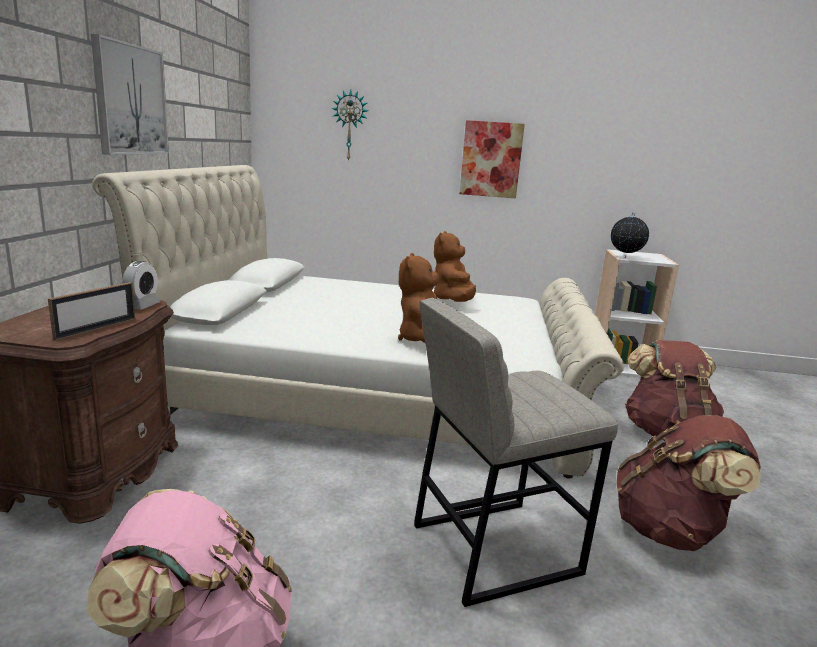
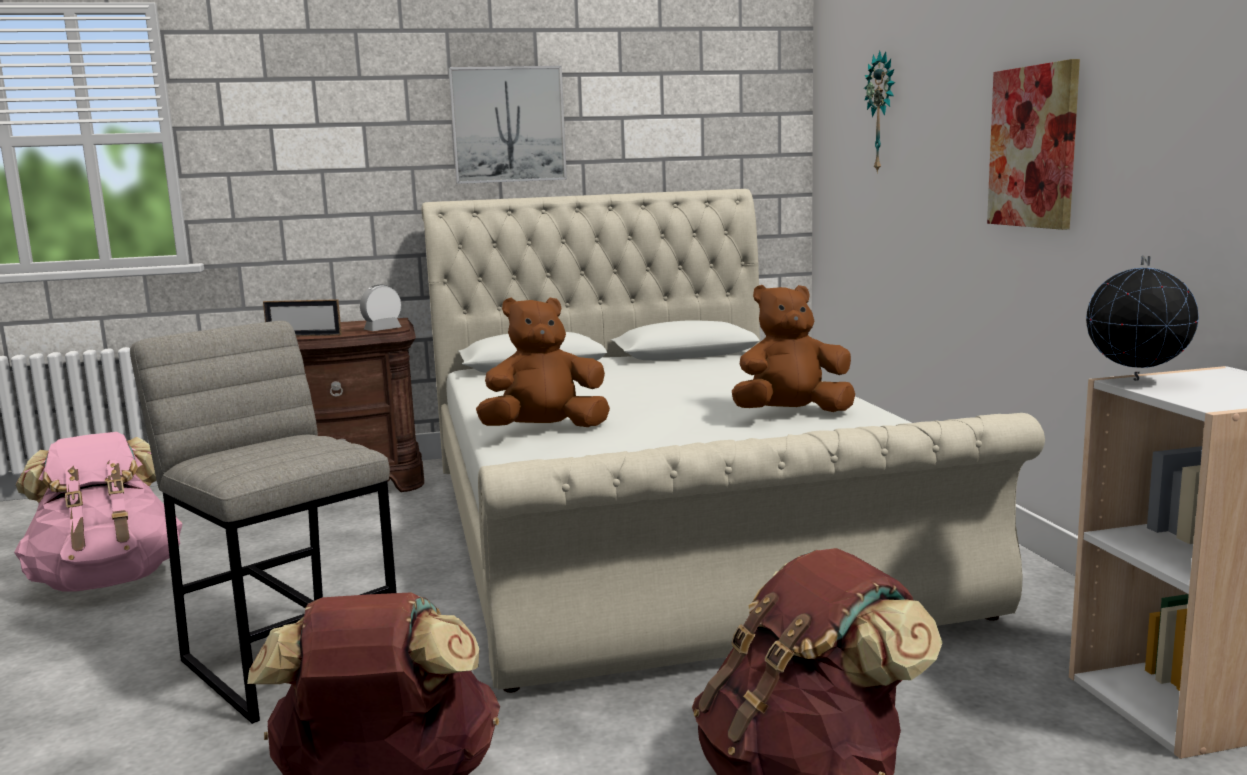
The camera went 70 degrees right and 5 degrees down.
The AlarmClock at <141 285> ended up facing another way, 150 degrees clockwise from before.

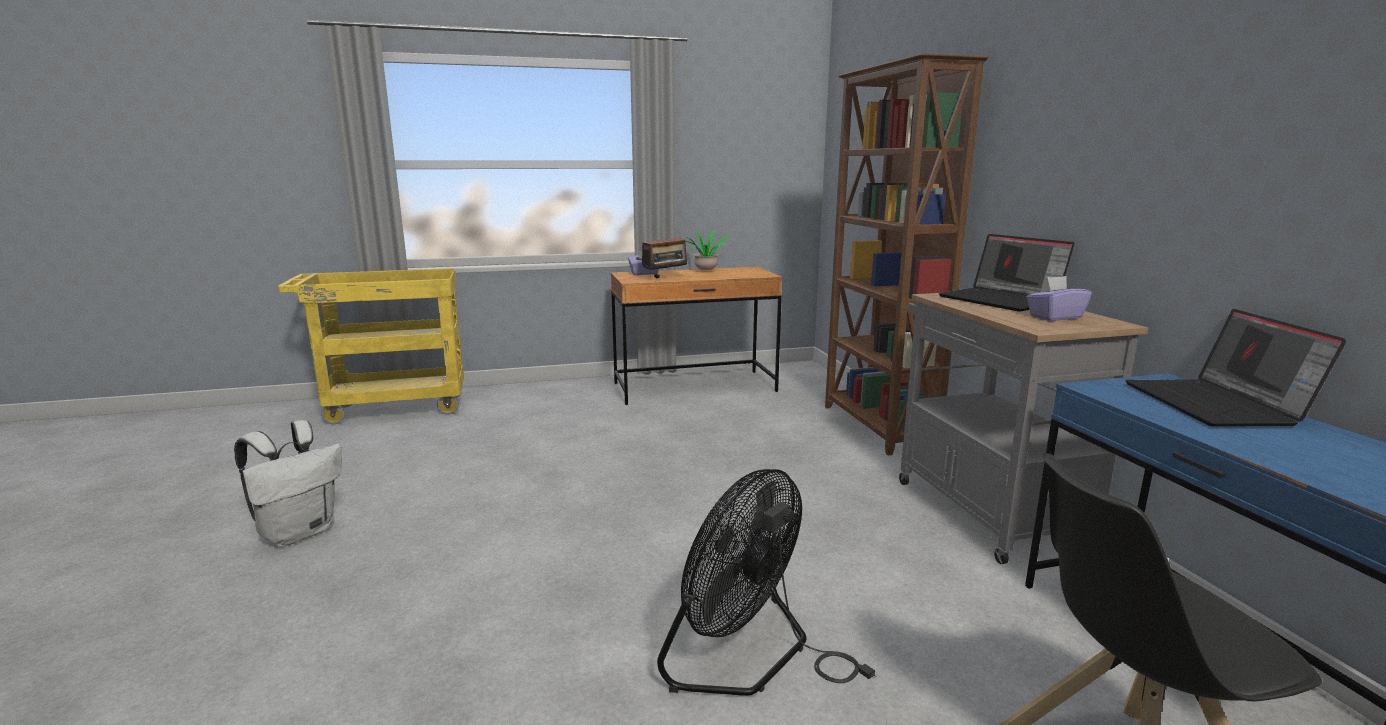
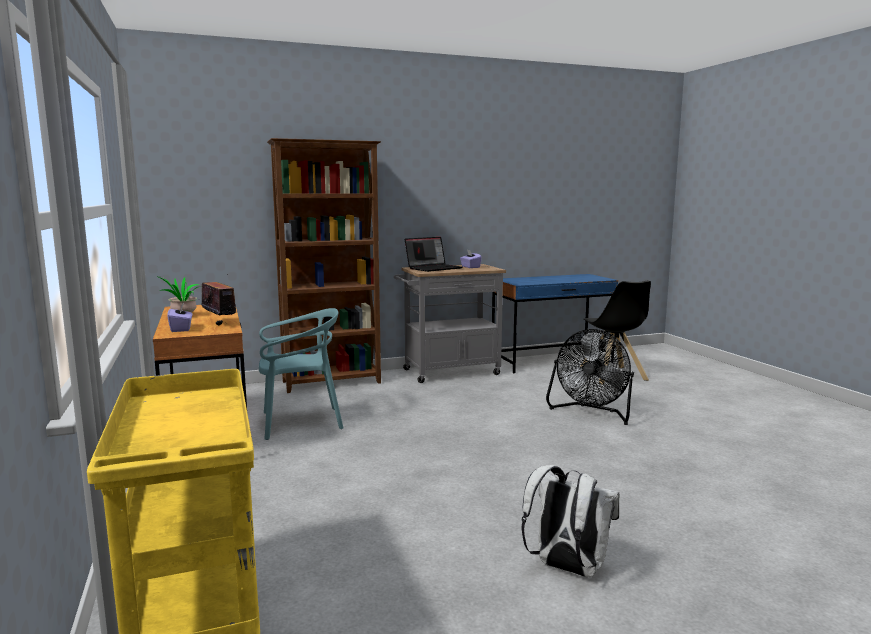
The camera went 95 degrees left and 5 degrees down.
The second view lost the Laptop at <1235 368>.
The second view gained the TurquoiseChair at <301 374>.

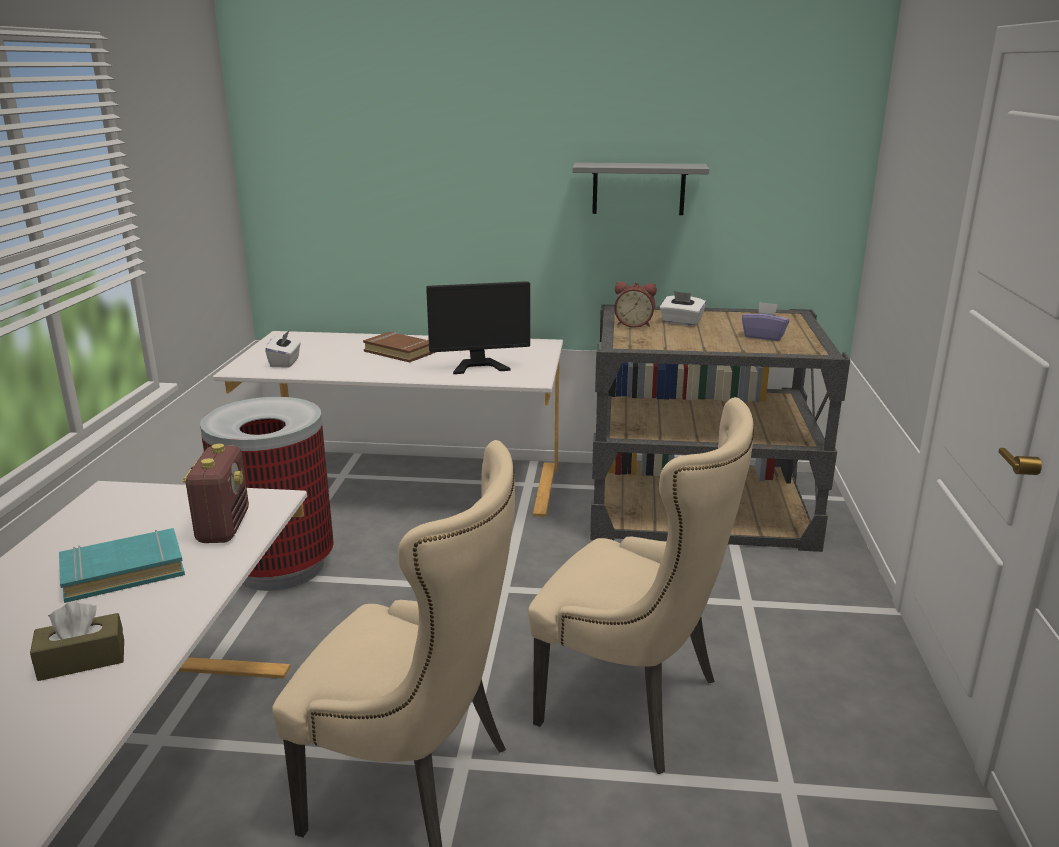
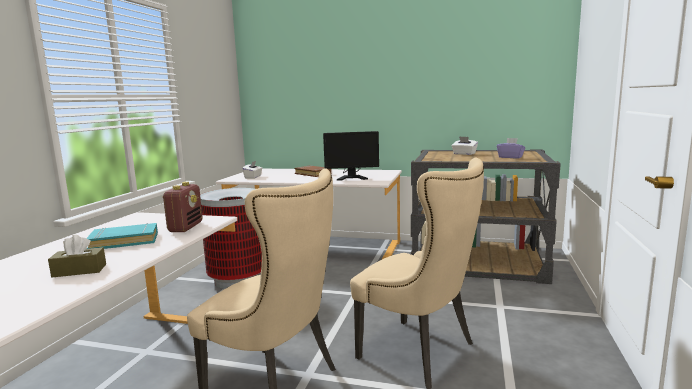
The camera went 10 degrees right and 10 degrees down.
The second view lost the GreyShelf at <640 188>.
The second view lost the AlarmClock at <635 305>.

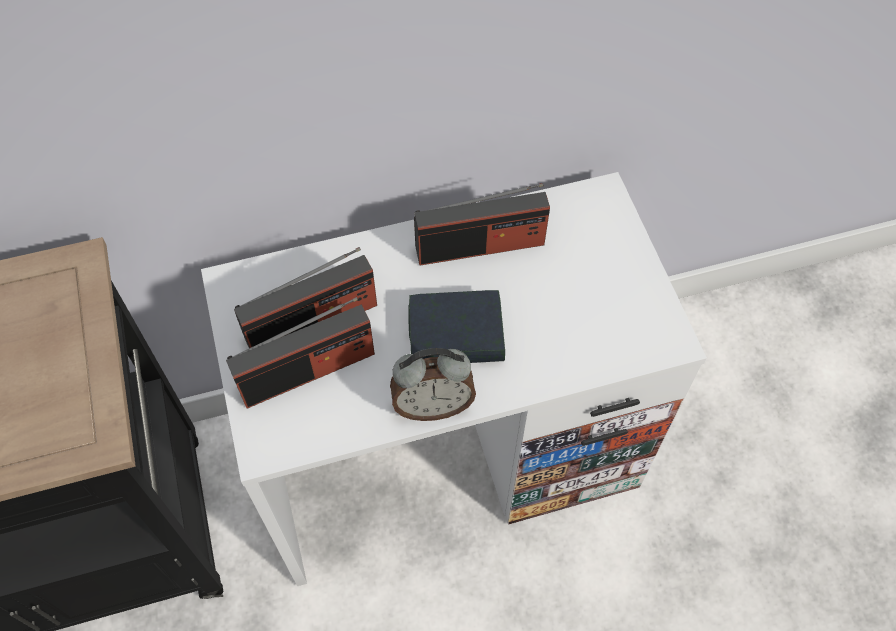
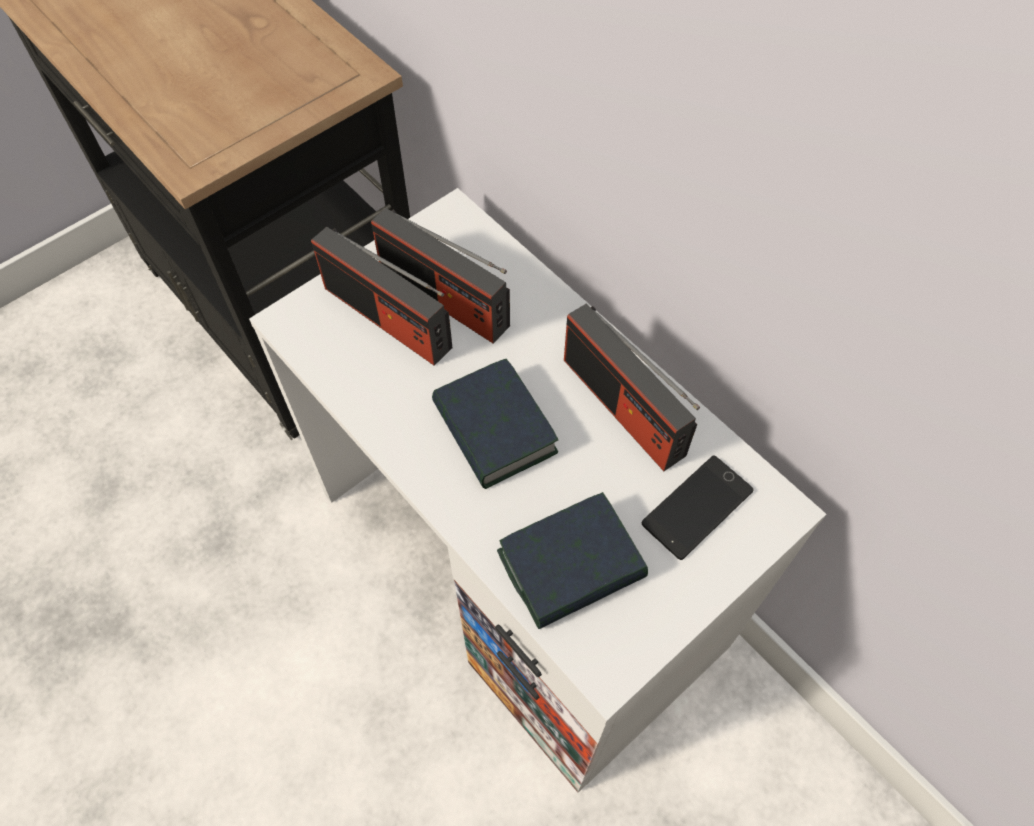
The camera went 65 degrees right and 0 degrees up.
The second view lost the AlarmClock at <433 384>.
The second view gained the Volume at <572 560>.
The second view gained the Phone at <698 507>.

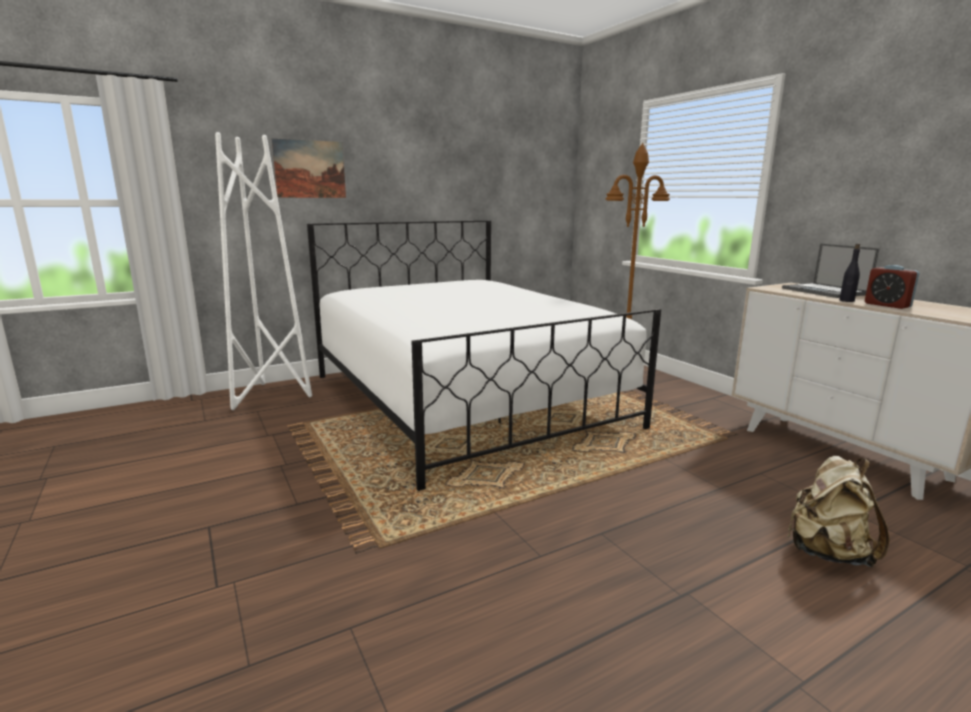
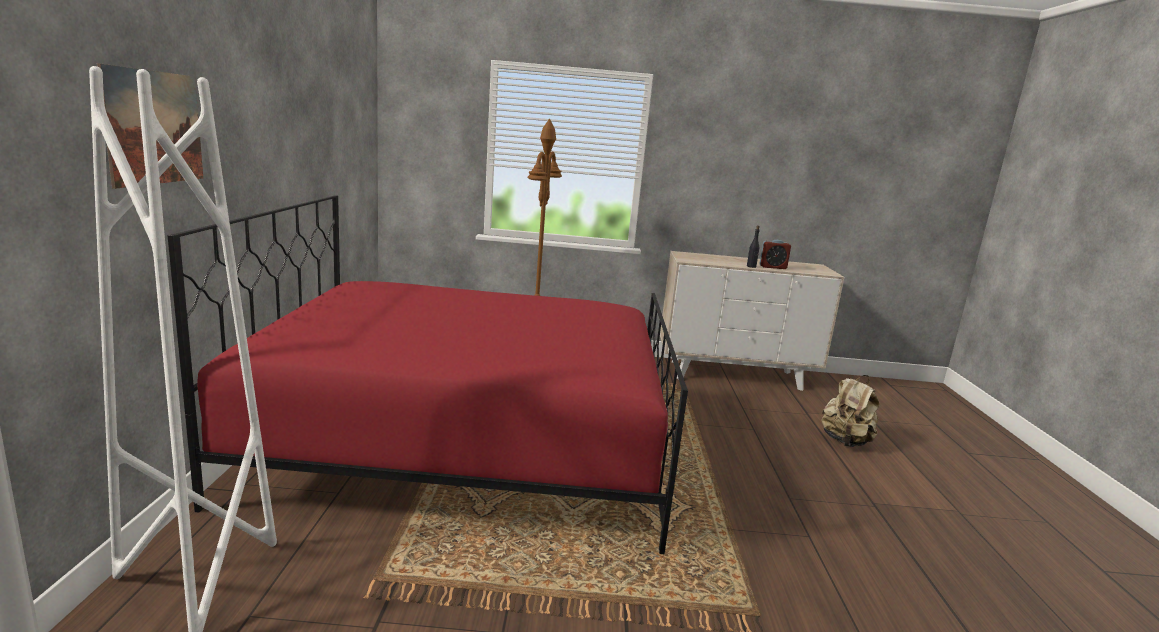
The camera went 60 degrees left and 0 degrees up.
What was the WhiteColouredBed at <484 355> turned into the RedColouredBed at <428 374>.
The second view lost the Laptop at <831 270>.

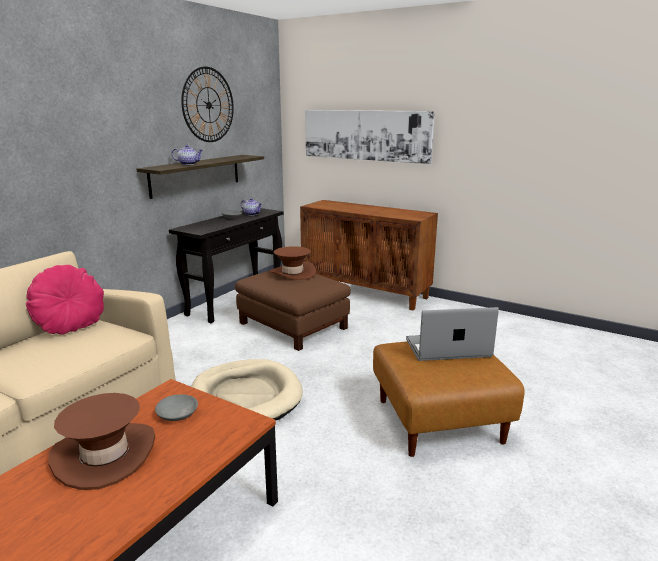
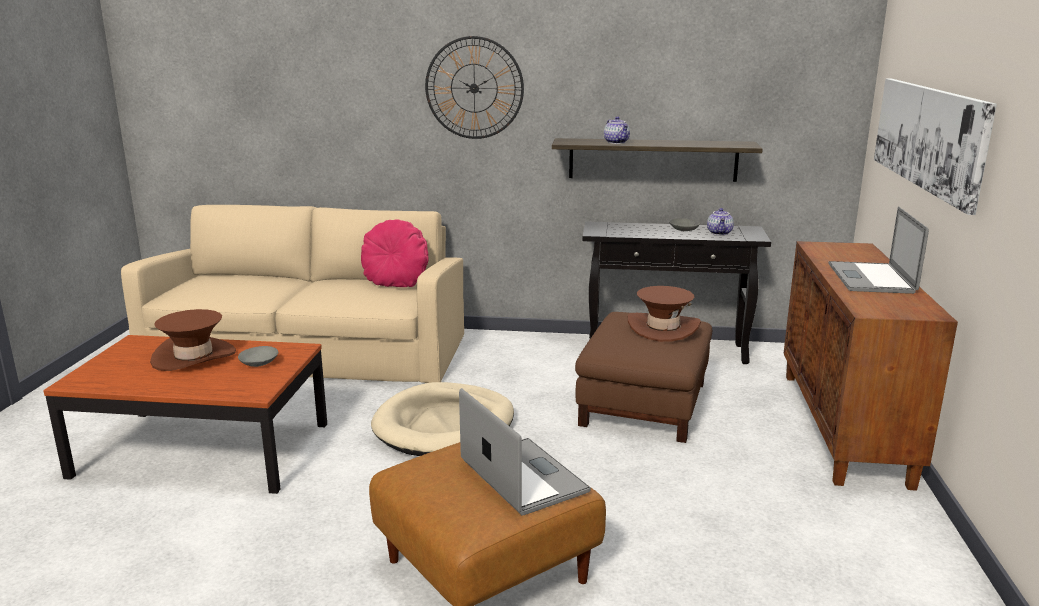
The camera went 65 degrees right and 0 degrees up.
The WallClock ended up elsewhere, having gone from <207 104> to <474 87>.
The second view gained the Laptop at <878 250>.

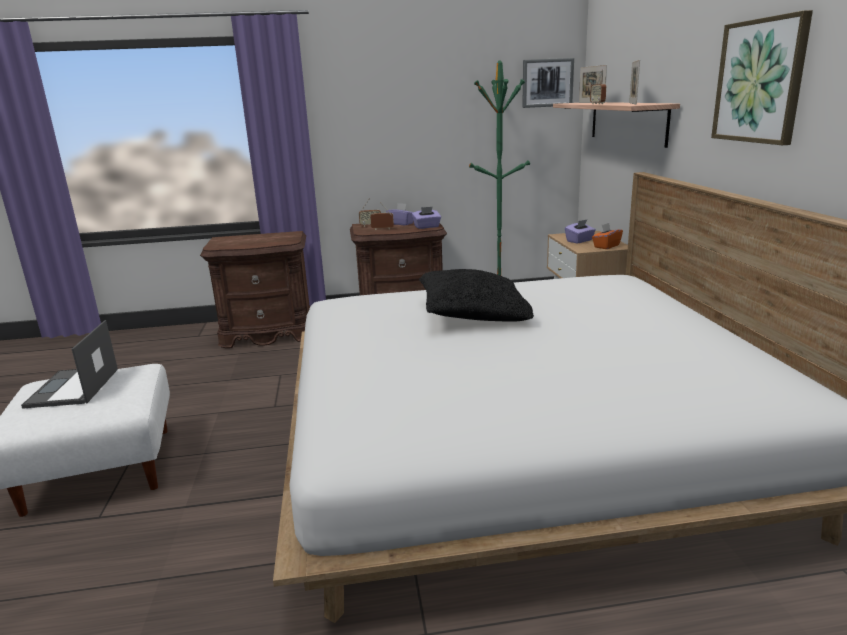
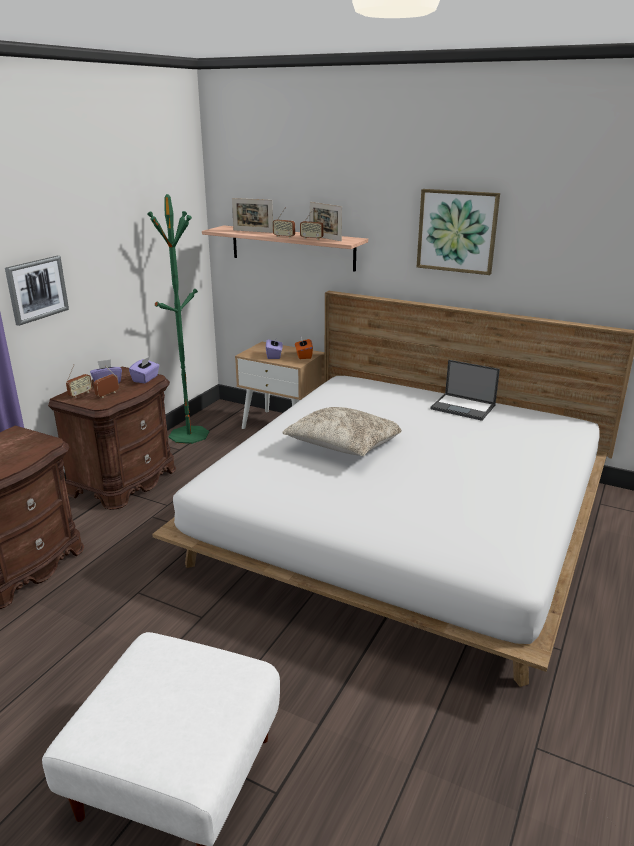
The camera went 55 degrees left and 5 degrees up.
The Laptop ended up elsewhere, having gone from <69 364> to <465 390>.
What was the BlackishPillow at <476 295> turned into the BeigePillow at <342 431>.
The WallArt ended up elsewhere, having gone from <548 83> to <37 291>.
The second view gained the RadioReceiver at <312 224>.

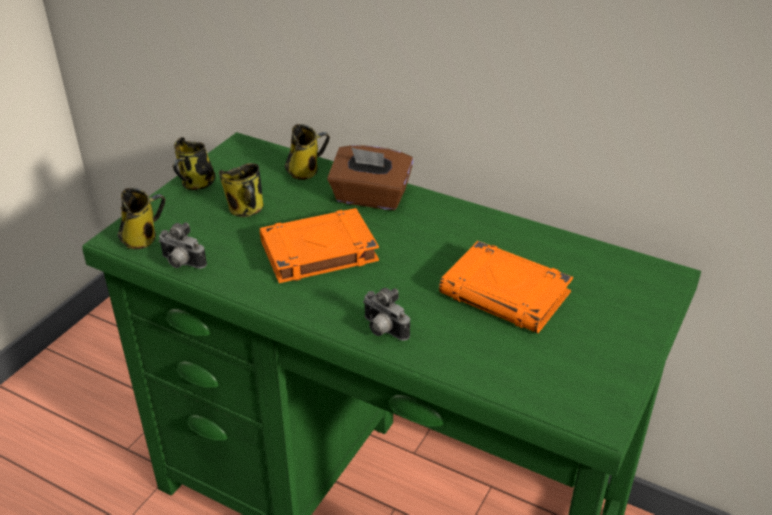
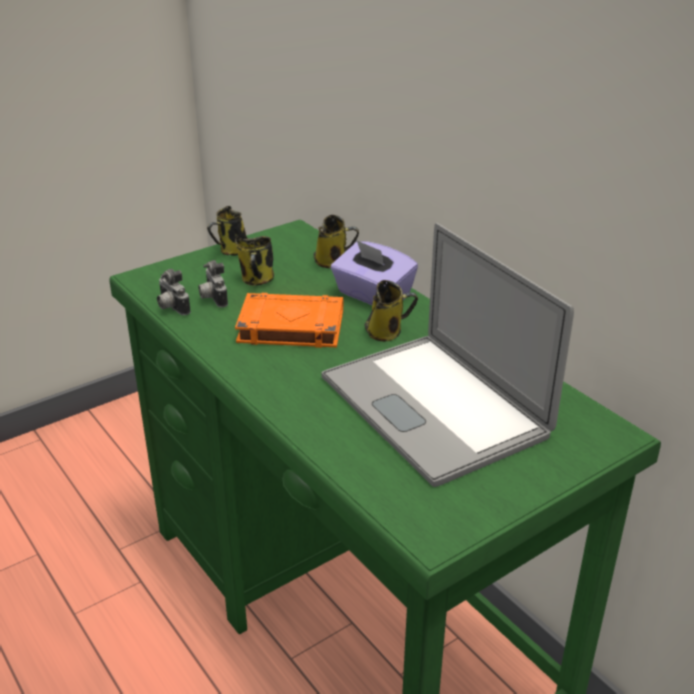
The camera went 25 degrees right and 5 degrees down.
The TeaMug ended up elsewhere, having gone from <142 218> to <391 311>.
What was the BrownTissueHolder at <370 177> turned into the PurpleTissueHolder at <374 272>.
The PhotoCamera ended up elsewhere, having gone from <386 314> to <213 284>.
Where the OrangeyVolume stood at <506 287>, the Laptop came to stand at <447 355>.

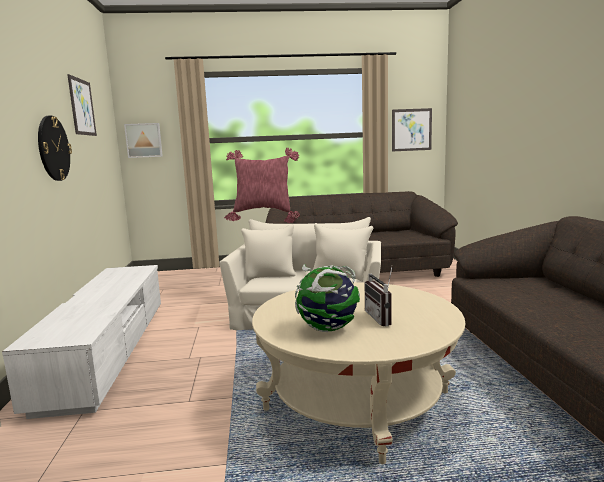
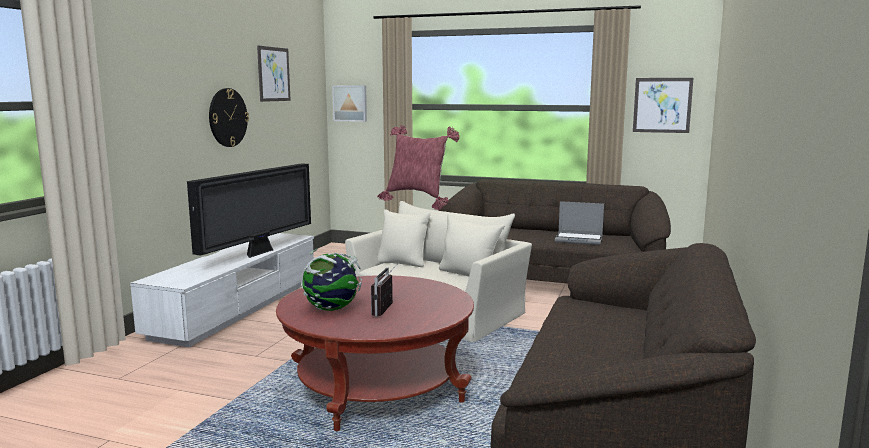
The camera went 25 degrees right and 0 degrees up.
What was the BeigeLowTable at <358 373> turned into the RedColouredLowTable at <375 353>.
The second view gained the Television at <249 210>.
The second view gained the Laptop at <579 223>.

